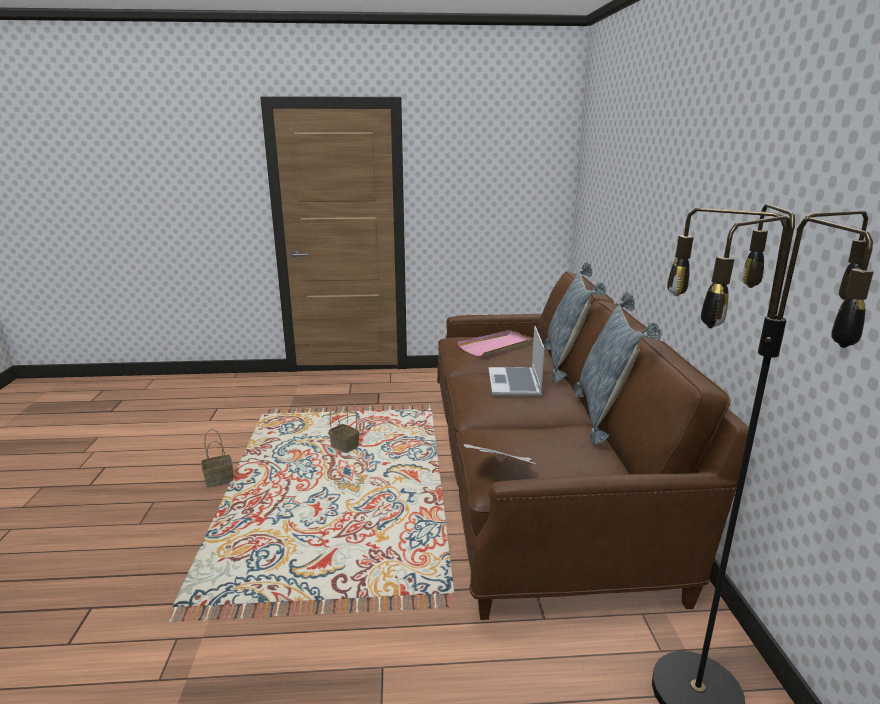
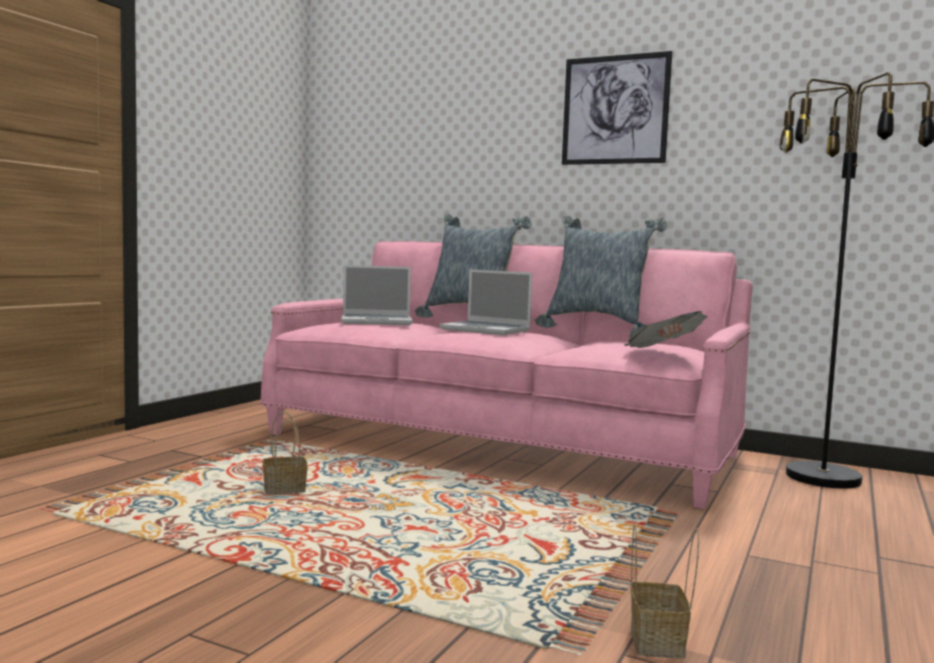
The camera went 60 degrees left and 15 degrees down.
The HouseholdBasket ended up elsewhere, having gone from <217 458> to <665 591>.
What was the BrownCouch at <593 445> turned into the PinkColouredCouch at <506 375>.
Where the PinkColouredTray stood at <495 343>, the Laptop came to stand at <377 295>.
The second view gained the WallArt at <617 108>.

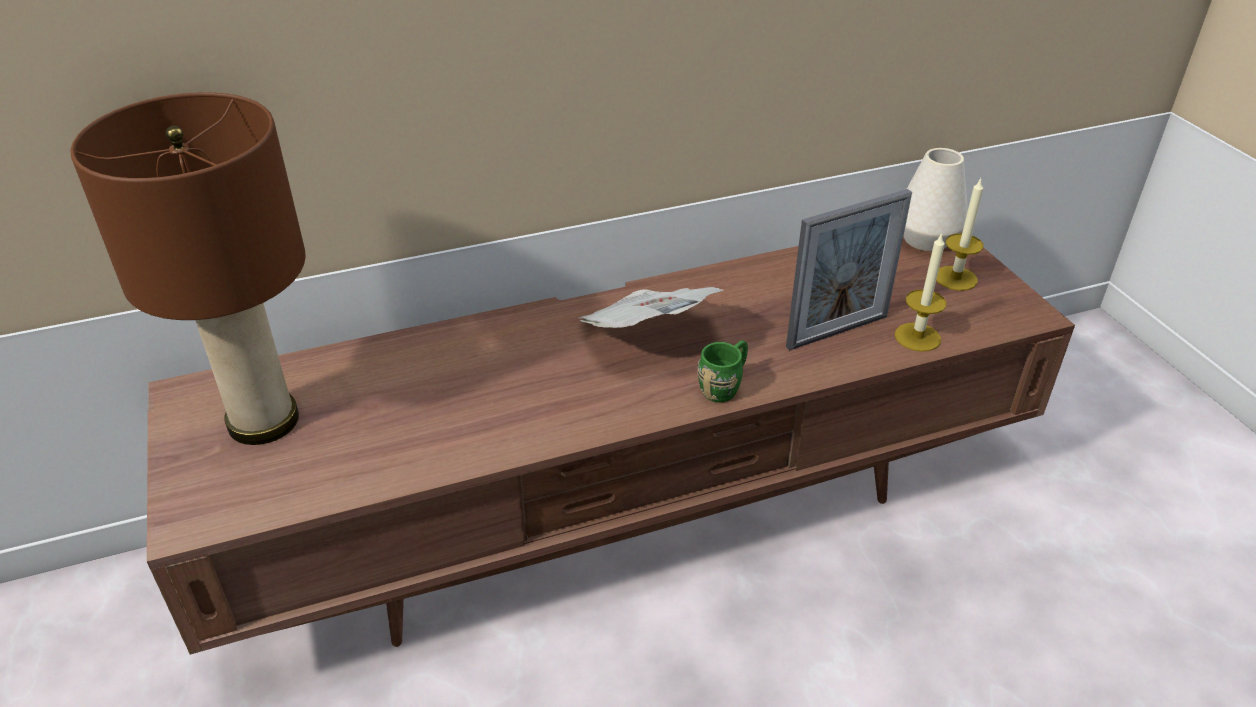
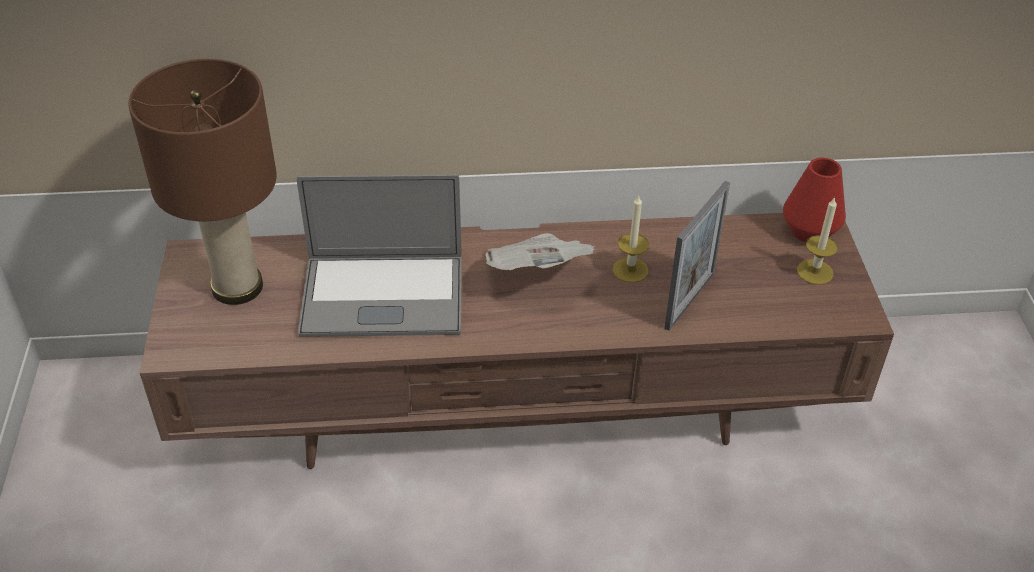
The camera went 15 degrees right and 5 degrees up.
The second view lost the GreenColouredTeaMug at <723 371>.
The PhotoFrame at <849 270> ended up facing another way, 45 degrees counterclockwise from before.
The WaxCandle ended up elsewhere, having gone from <920 292> to <631 239>.
What was the WhiteColouredFlowerVase at <935 199> turned into the RedColouredFlowerVase at <814 200>.
The second view gained the Laptop at <379 256>.

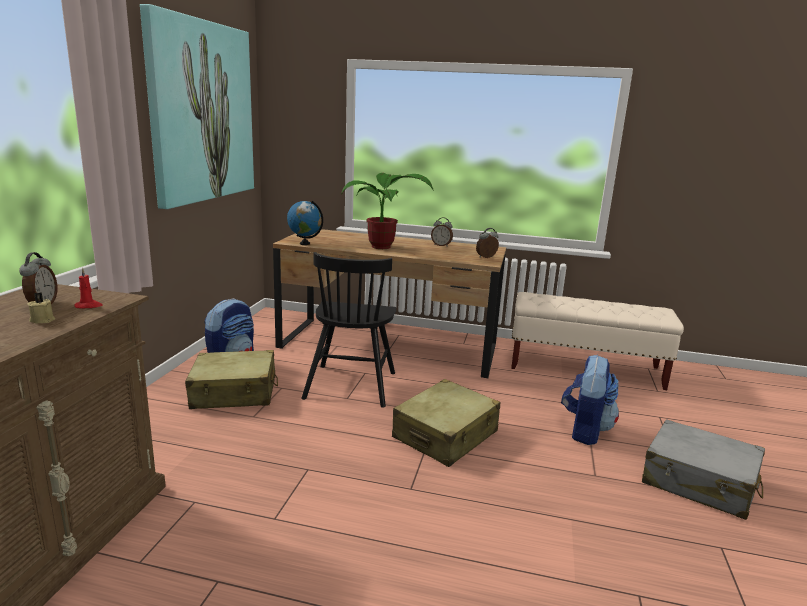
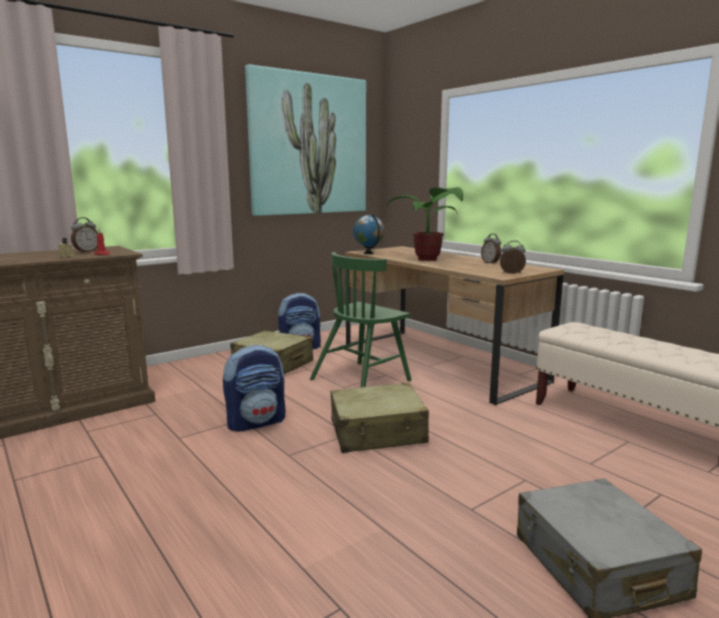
The camera went 40 degrees right and 5 degrees down.
What was the BlackishChair at <348 330> turned into the GreenColouredChair at <361 319>.
The Rucksack ended up elsewhere, having gone from <590 400> to <254 388>.

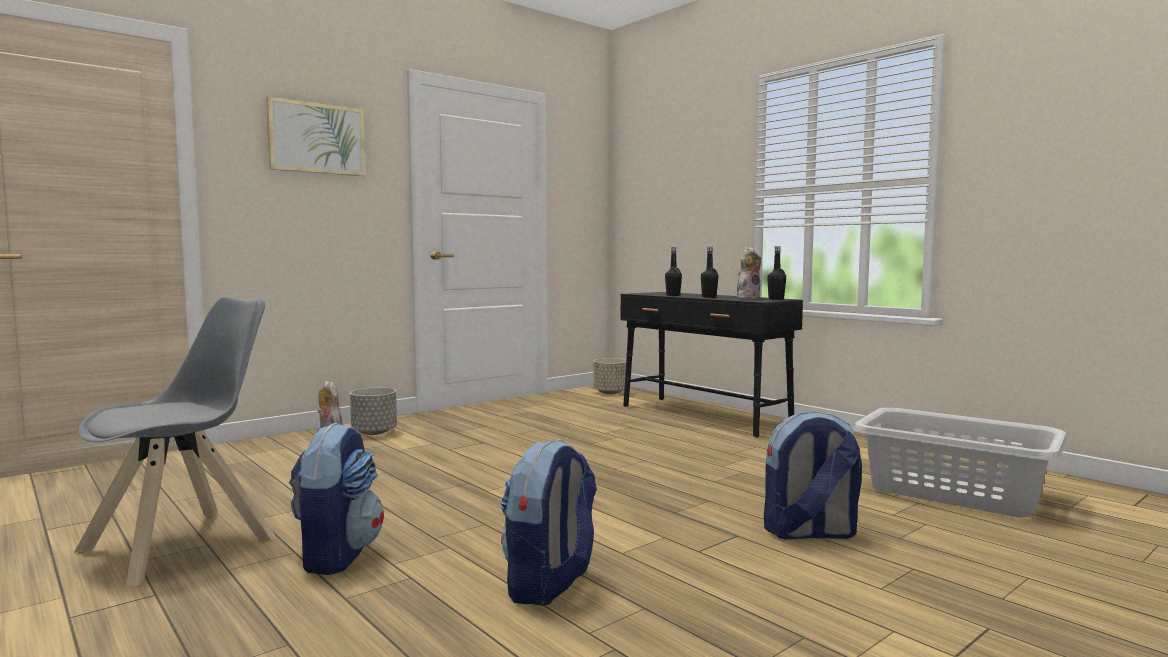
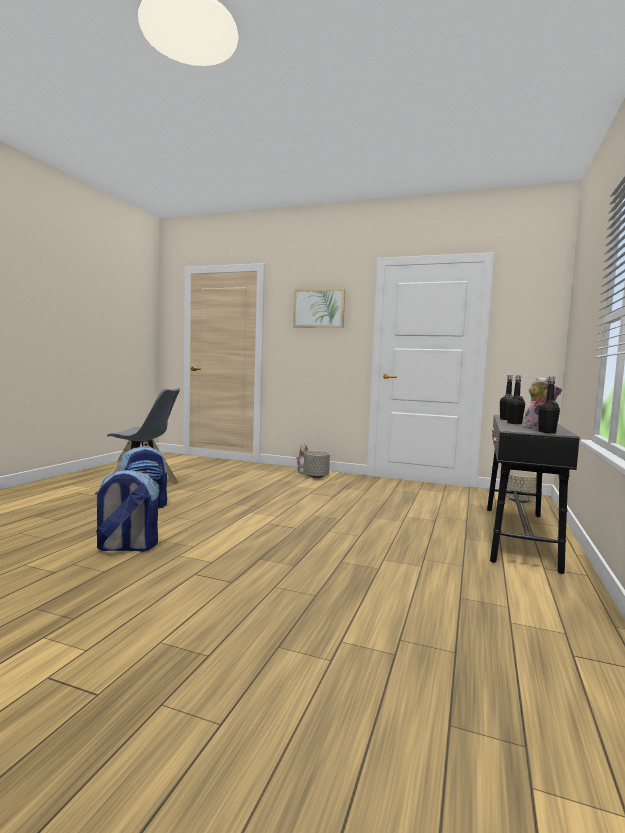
The camera went 60 degrees right and 0 degrees up.
The second view lost the Rucksack at <813 475>.
The second view lost the GreyLaundryBasket at <960 462>.

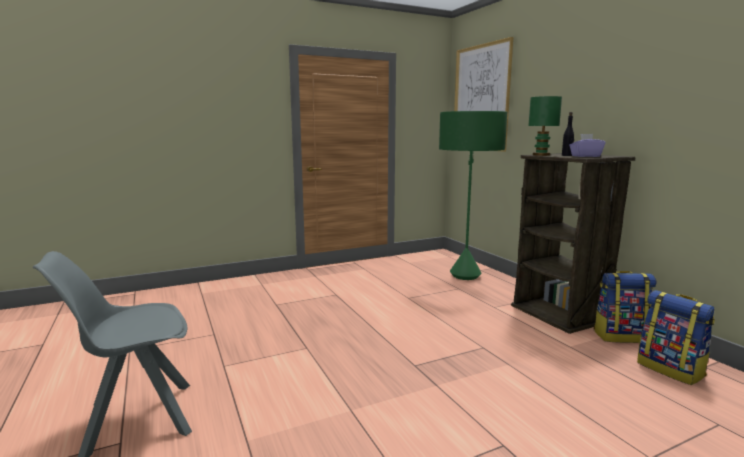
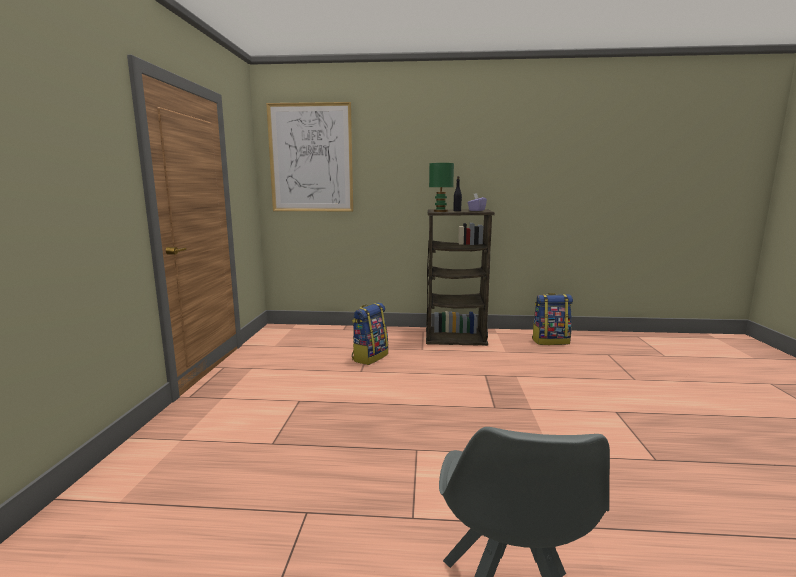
The camera went 60 degrees left and 0 degrees up.
The second view lost the GreenColouredStandardLamp at <473 195>.
The Rucksack ended up elsewhere, having gone from <625 307> to <370 333>.

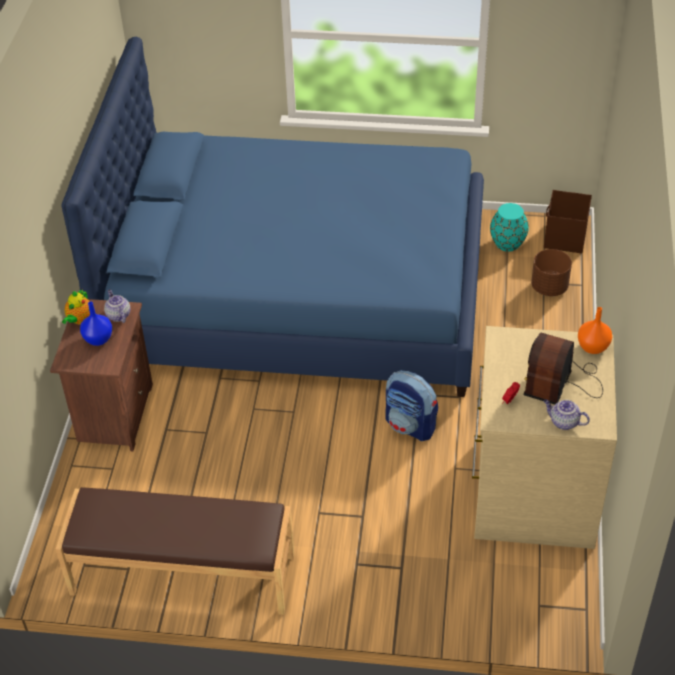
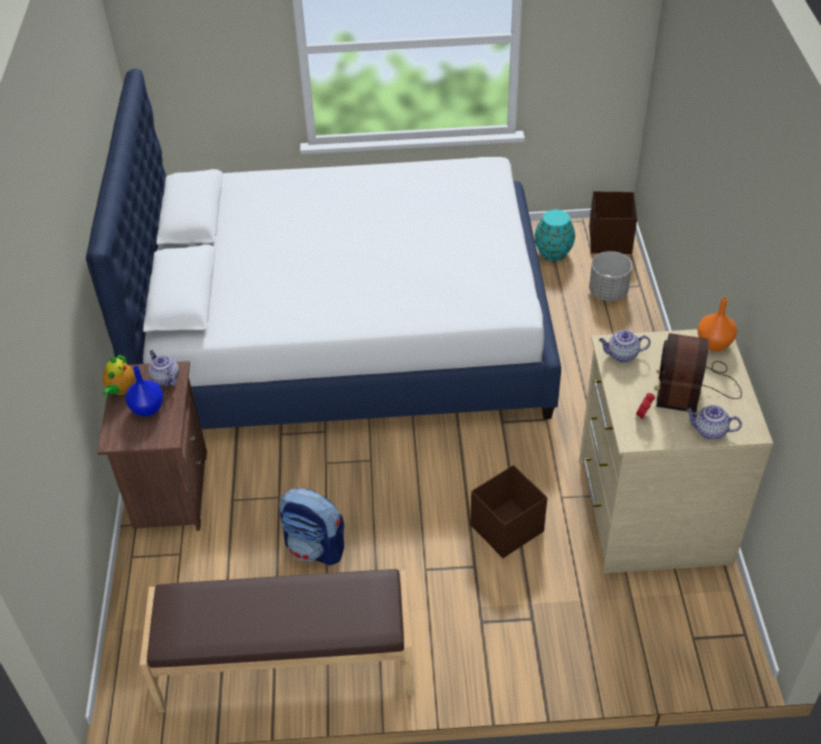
The camera went 10 degrees left and 0 degrees up.
What was the BluishBed at <272 217> turned into the WhiteColouredBed at <323 248>.
The Rucksack ended up elsewhere, having gone from <411 405> to <312 527>.
What was the BrownPlanter at <551 272> turned into the GreyPlanter at <610 276>.
The second view gained the BrownStorageBin at <509 511>.
The second view gained the PotForTea at <625 346>.

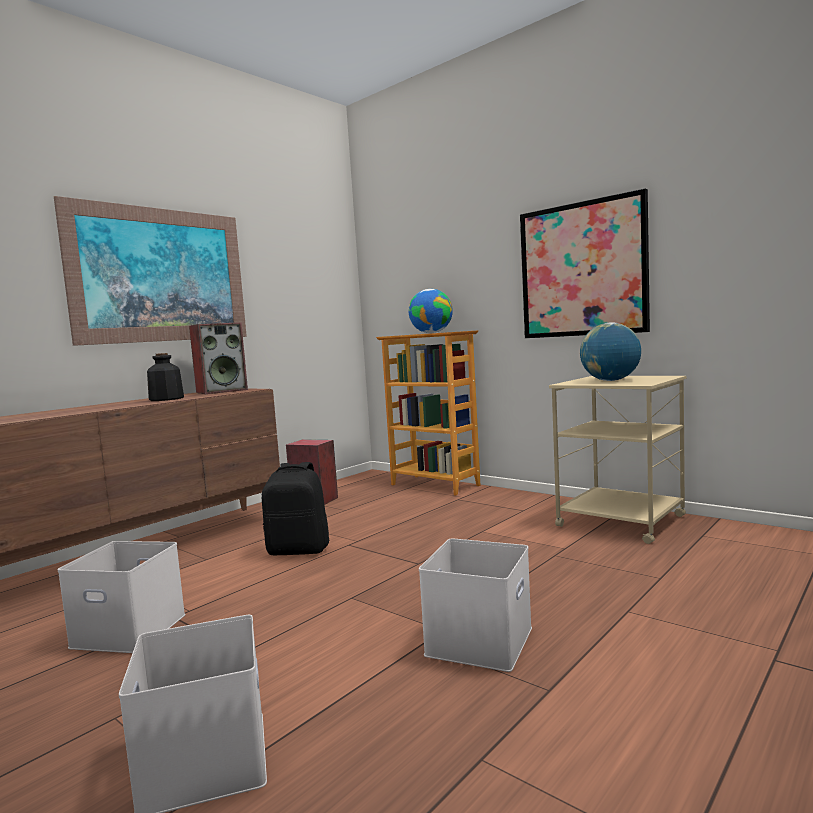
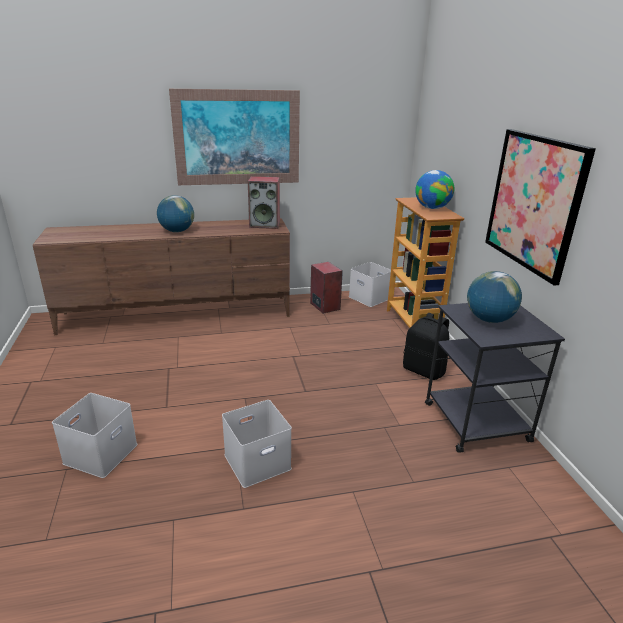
The camera went 35 degrees right and 20 degrees up.
The WhiteColouredStorageBin ended up elsewhere, having gone from <121 597> to <370 284>.
The second view lost the DrinkBottle at <165 377>.
The BlackishRucksack ended up elsewhere, having gone from <295 508> to <426 346>.
What was the BeigeCart at <618 460> turned into the BlackishCart at <495 378>.
The second view gained the WorldGlobe at <175 213>.

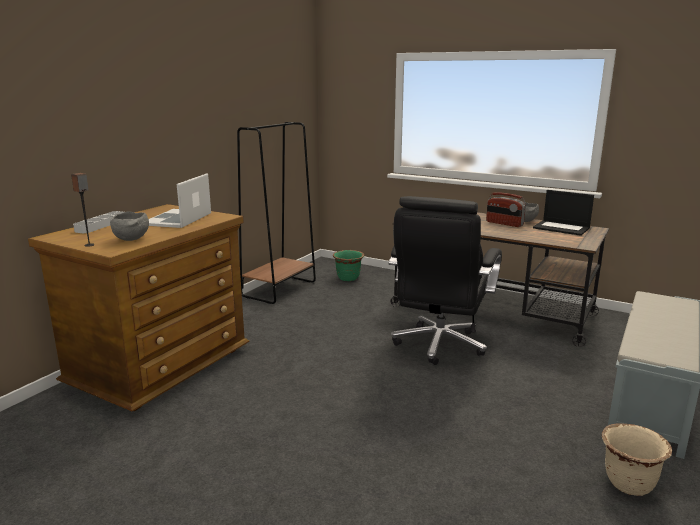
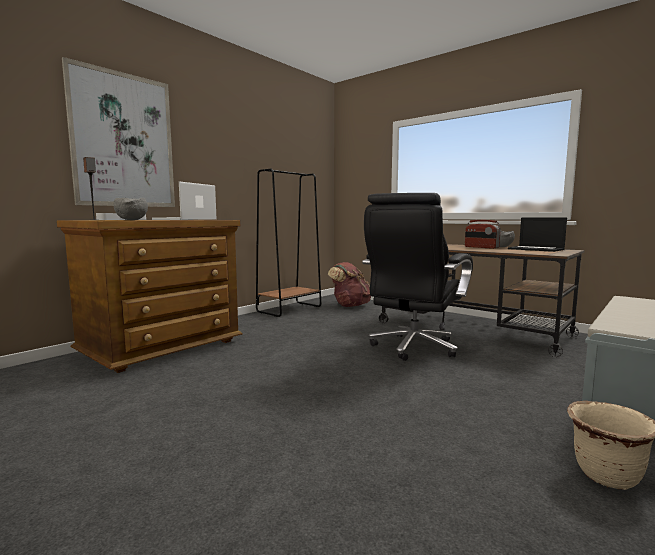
The camera went 10 degrees right and 10 degrees down.
Where the GreenColouredPlanter stood at <348 265>, the BrownRucksack came to stand at <349 284>.
The second view gained the WallArt at <118 132>.

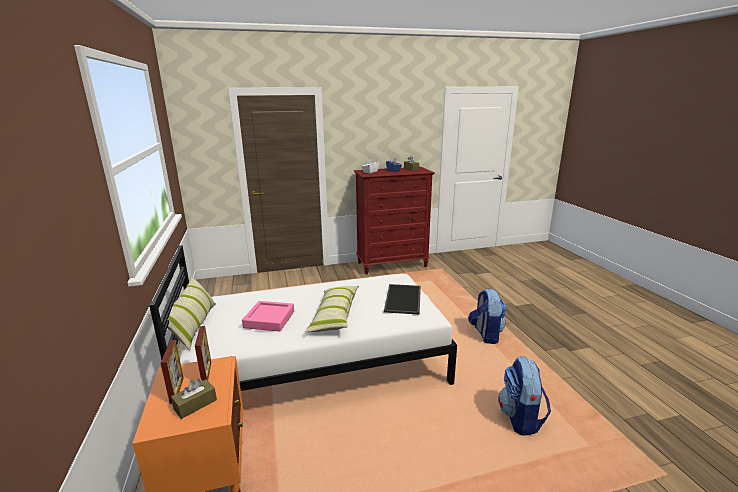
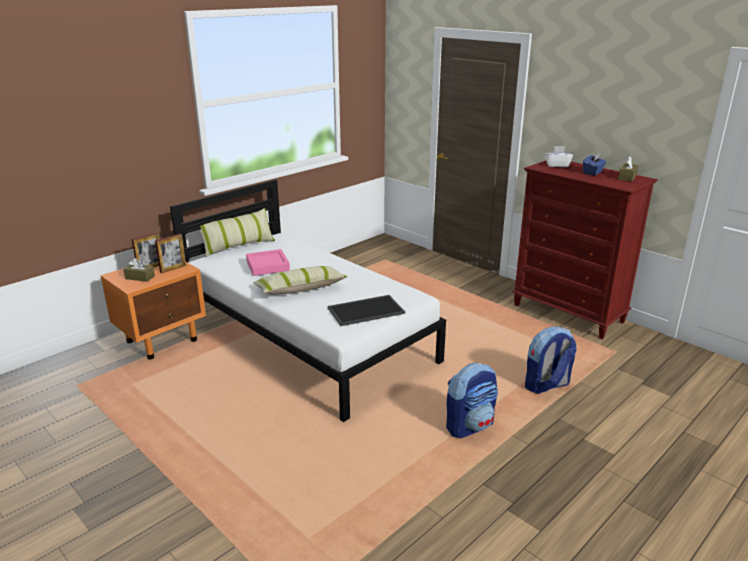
The camera went 60 degrees right and 5 degrees up.
The Rucksack ended up elsewhere, having gone from <524 396> to <551 360>.

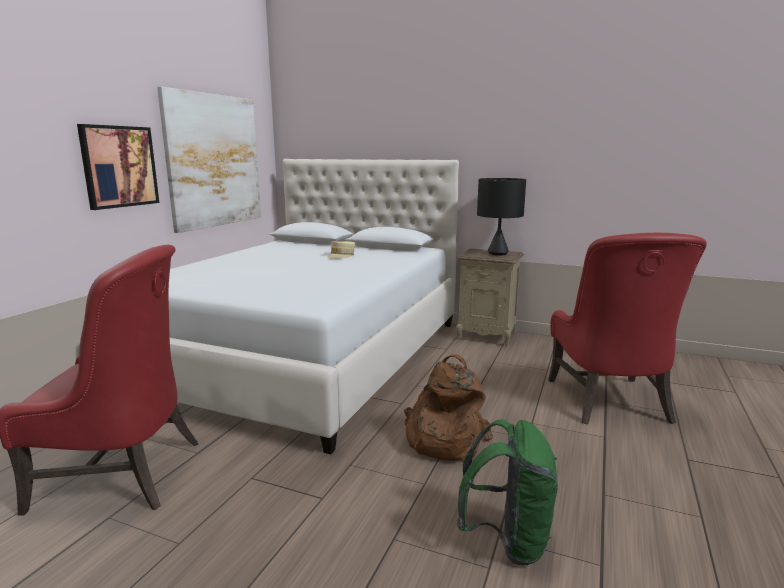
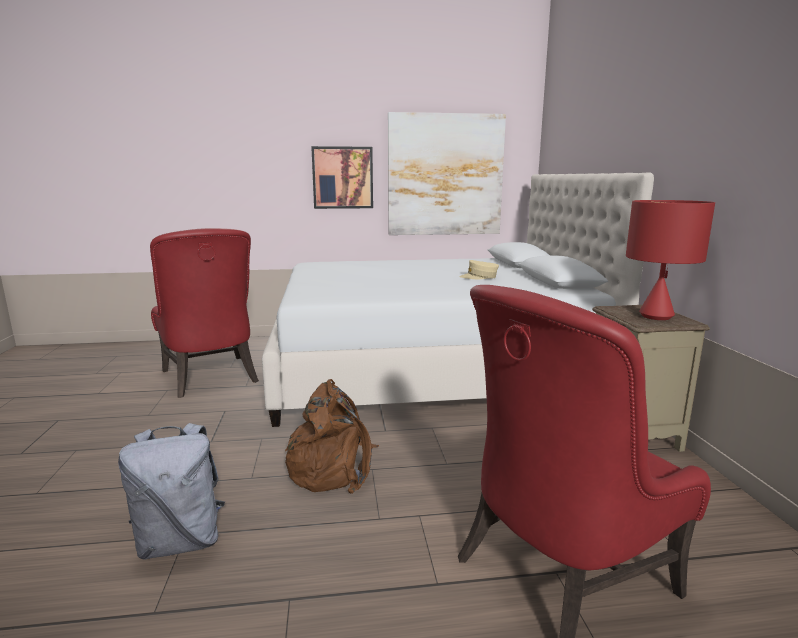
The camera went 60 degrees right and 0 degrees up.
What was the GreenColouredRucksack at <507 493> turned into the GreyRucksack at <171 491>.
What was the BlackishTableLamp at <501 216> turned into the RedColouredTableLamp at <670 260>.

